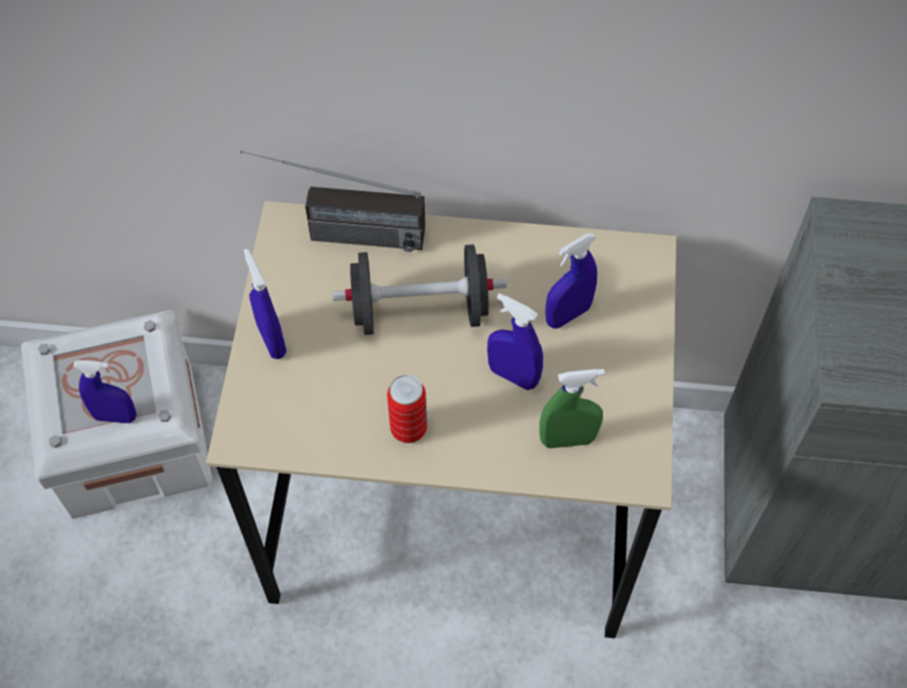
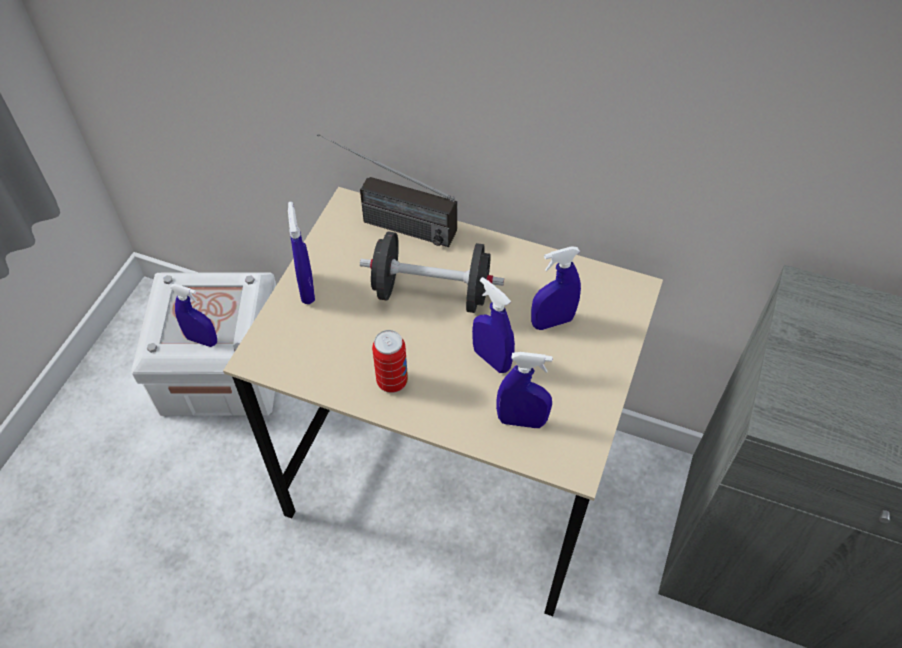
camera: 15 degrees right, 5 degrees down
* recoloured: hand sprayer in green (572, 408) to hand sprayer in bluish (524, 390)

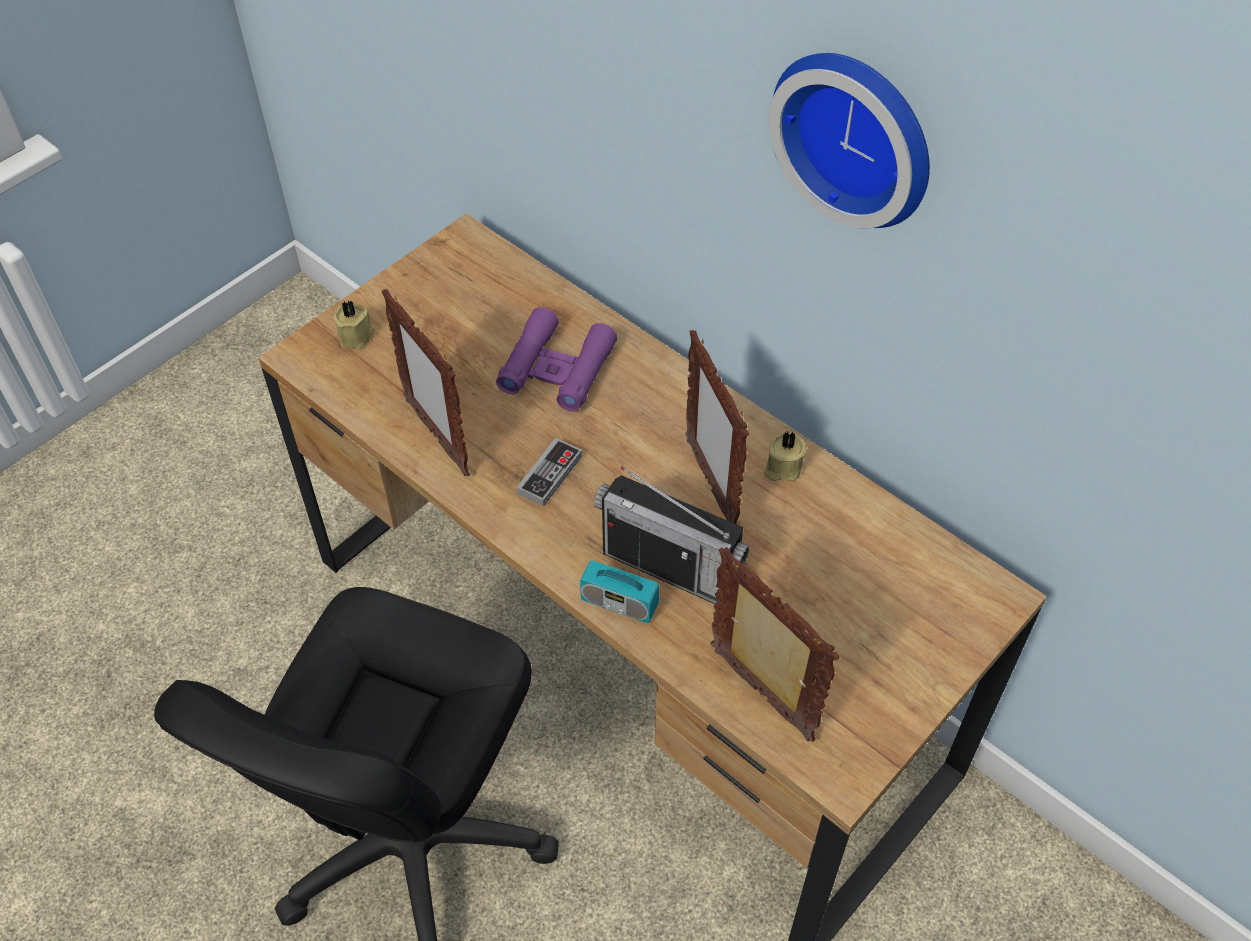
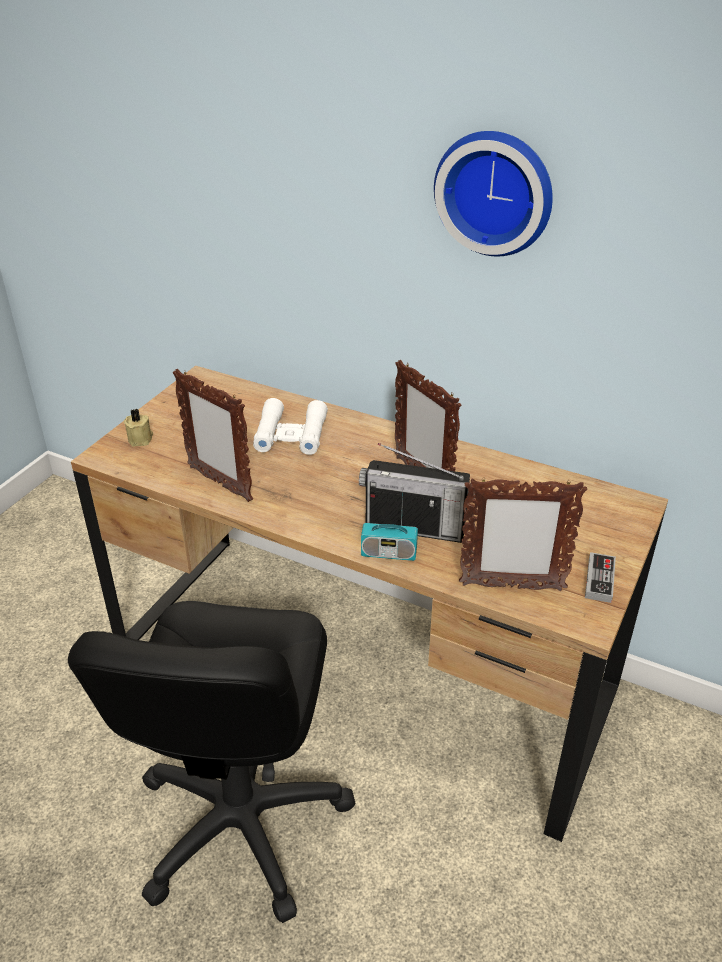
camera: 15 degrees left, 15 degrees down
* recoloured: binoculars in purple-coloured (556, 359) to binoculars in white (290, 426)
* removed: candle in sand-coloured (785, 456)
* moved: joypad (549, 472) to (600, 577)
* turned: standing frame (775, 644) = (523, 534) 150 degrees clockwise

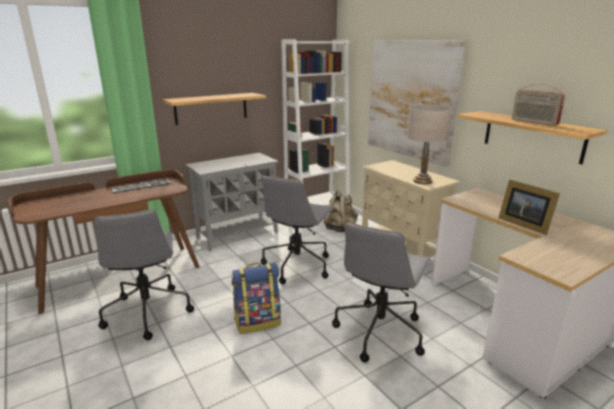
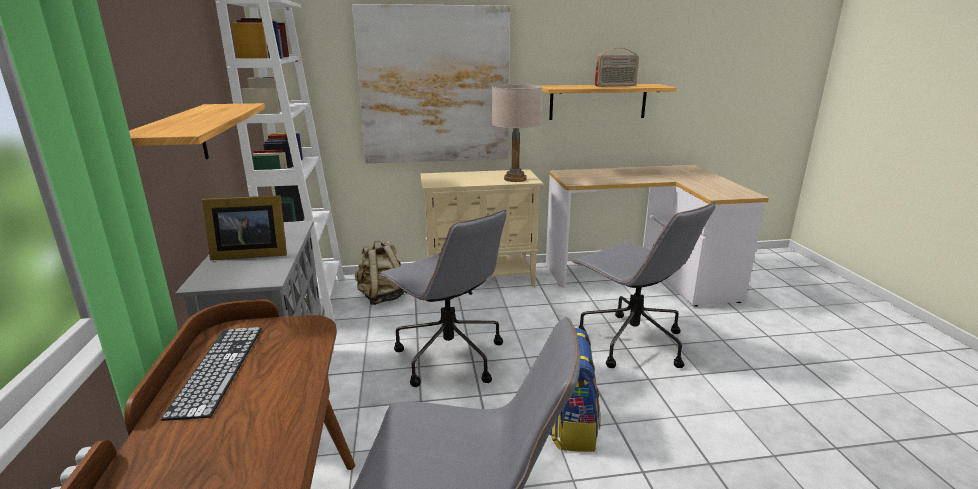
camera: 65 degrees left, 0 degrees up
* moved: standing frame (529, 207) to (244, 227)

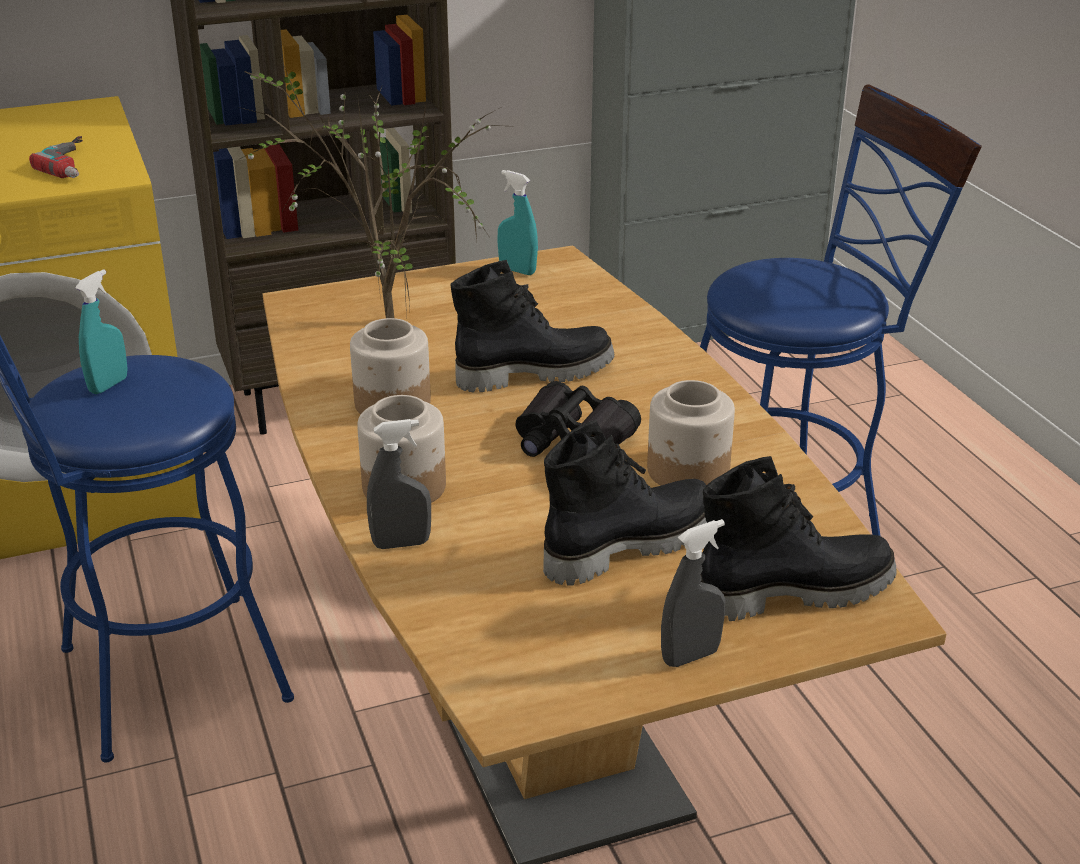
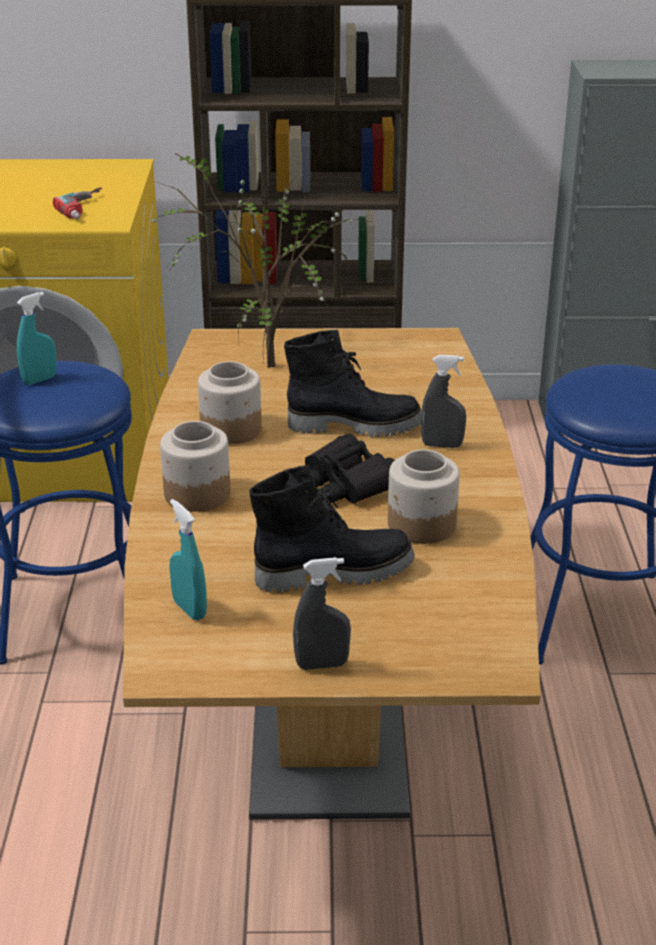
camera: 20 degrees right, 0 degrees up
* moved: hand sprayer in turquoise (518, 222) to (188, 559)
* moved: hand sprayer in grey (399, 484) to (443, 401)
* removed: tall boot in blackish (799, 538)

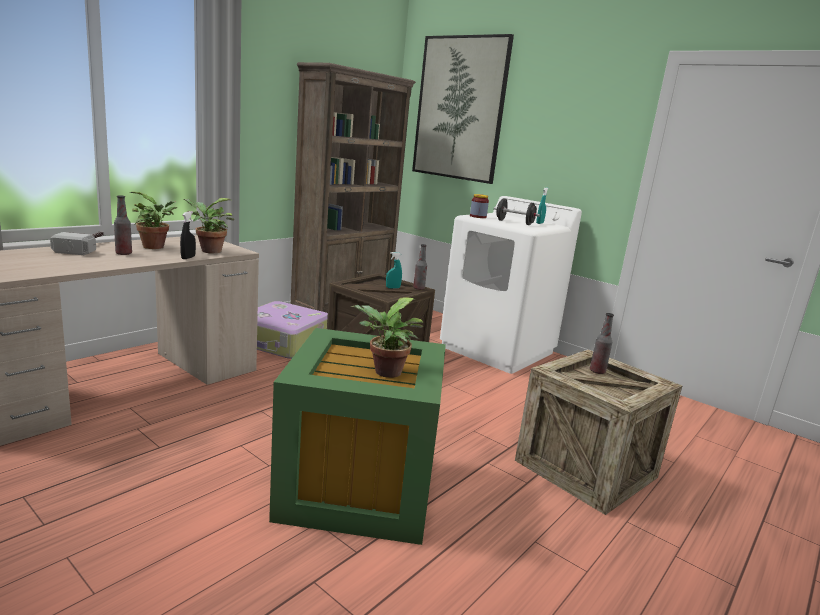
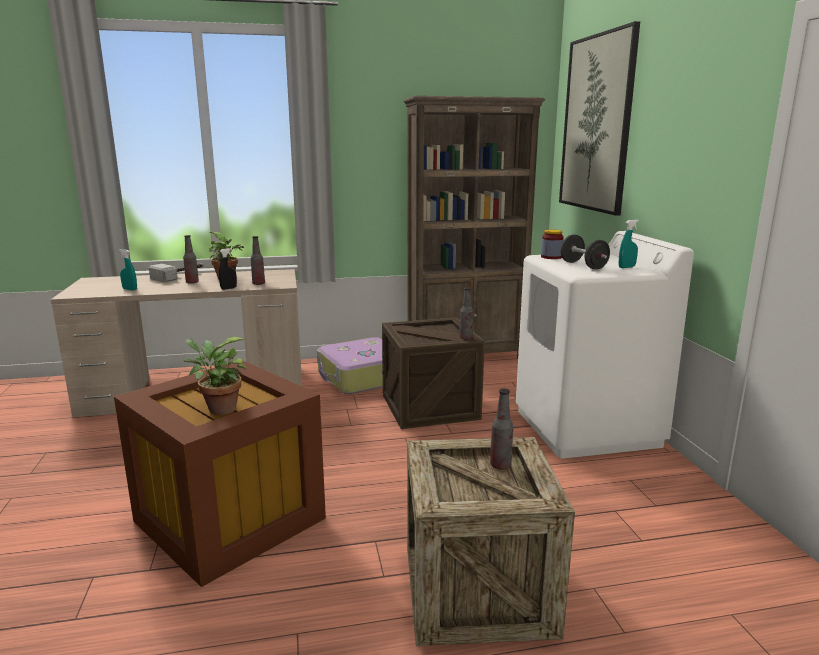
camera: 40 degrees right, 0 degrees up
* replaced: houseplant (209, 225) to beverage bottle (258, 260)
* moved: hand sprayer in turquoise (394, 270) to (128, 270)
* recoloured: storage container in green (357, 436) to storage container in brown-coloured (220, 474)

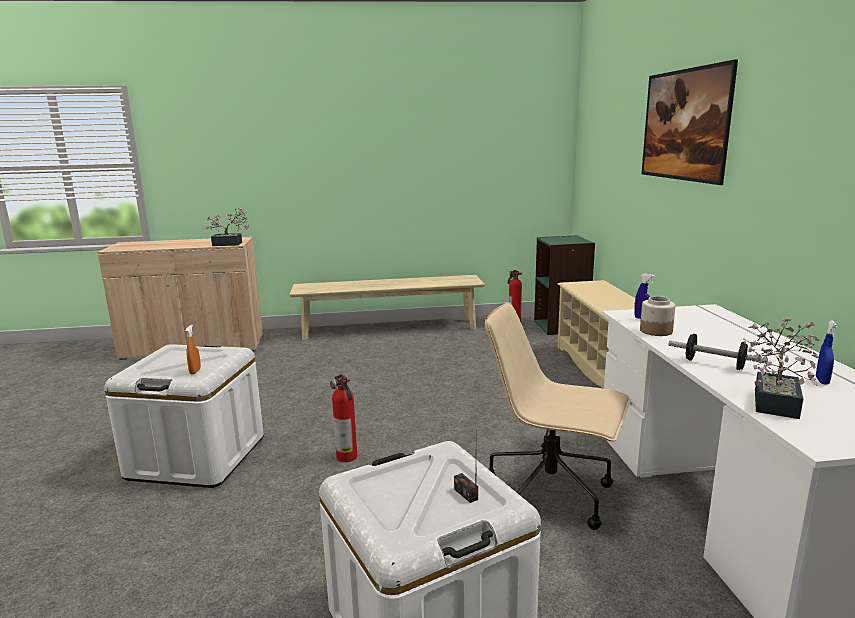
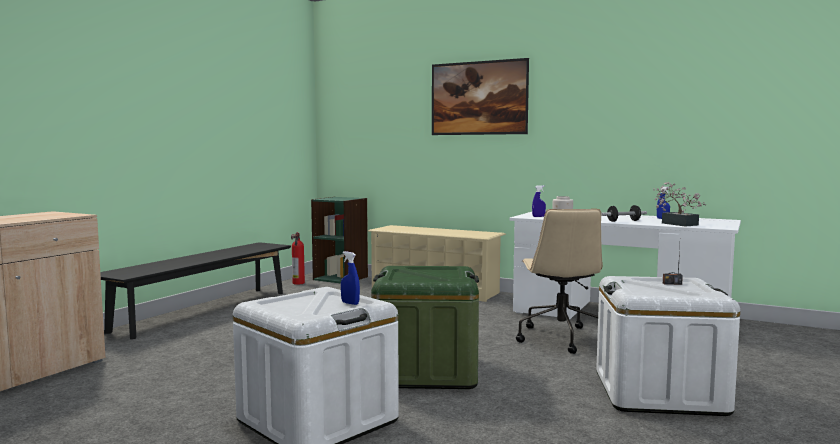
camera: 55 degrees left, 10 degrees down
* removed: houseplant (226, 227)
* recoloured: indoor bench in sand-coloured (387, 307) to indoor bench in blackish (195, 290)
* turned: computer chair in sand-coloured (557, 416) = (559, 281) 60 degrees counterclockwise
* recoloured: hand sprayer in orangey (193, 349) to hand sprayer in bluish (350, 278)
* replaced: extinguisher (343, 418) to storage container in green (425, 327)

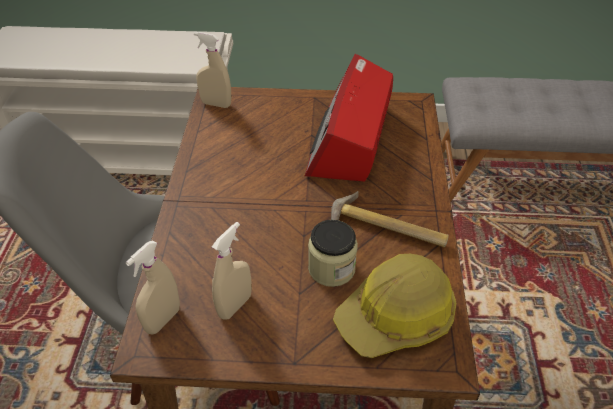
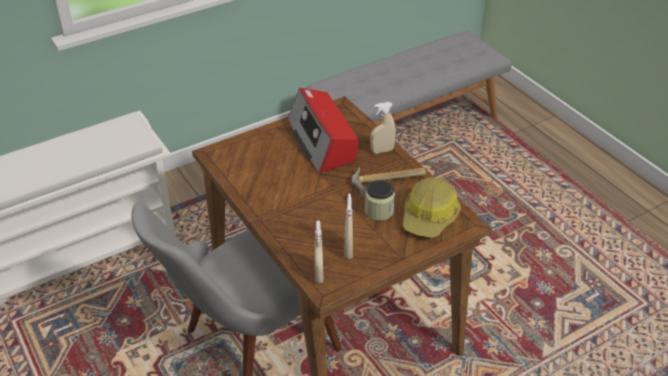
camera: 35 degrees left, 5 degrees down
* moved: hand sprayer in sand-coloured (212, 70) to (383, 128)

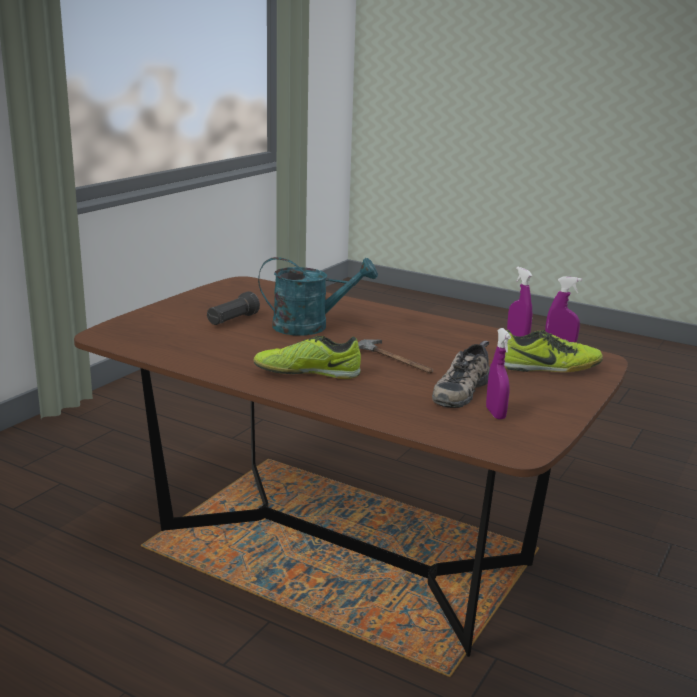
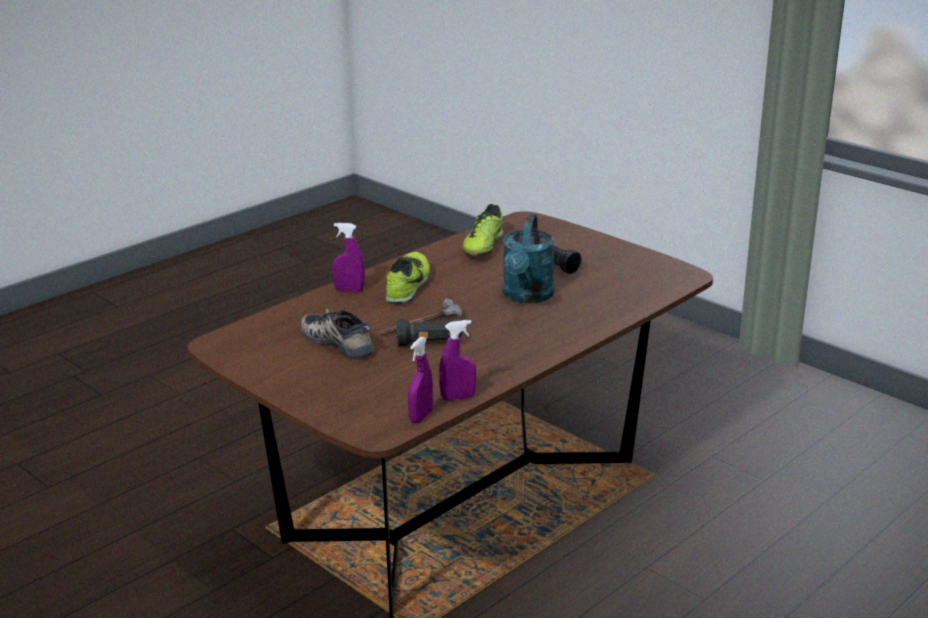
camera: 105 degrees right, 5 degrees up
* moved: hand sprayer in purple-coloured (498, 373) to (348, 257)
* moved: item of footwear (553, 351) to (482, 230)
* added: flashlight in blackish (429, 332)

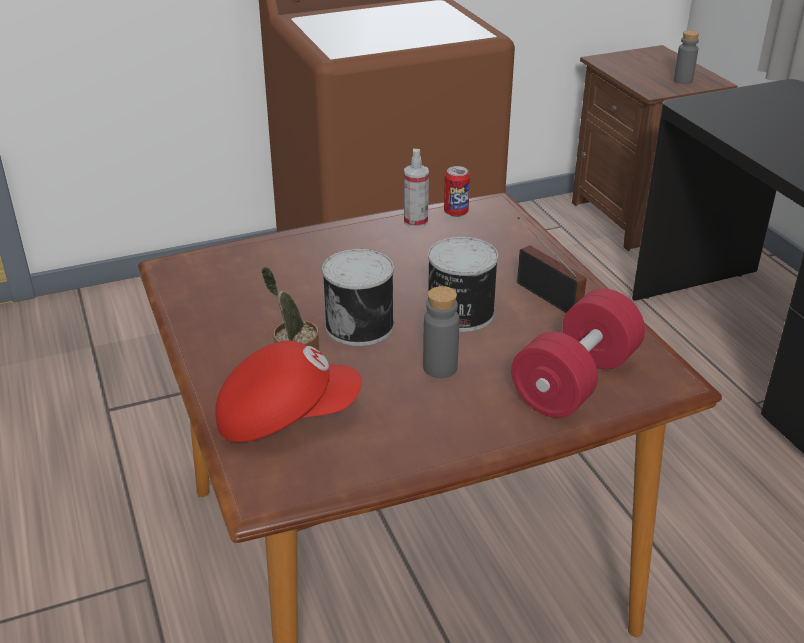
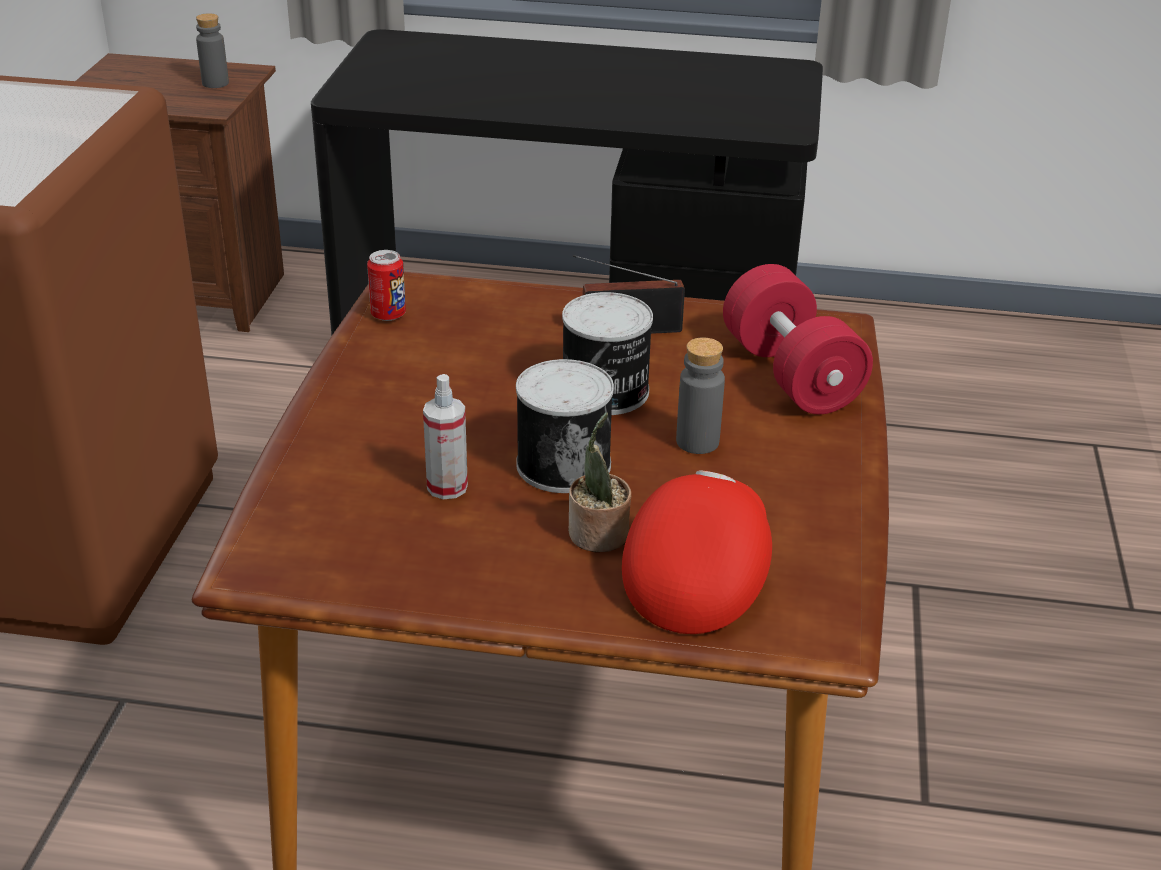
camera: 60 degrees left, 0 degrees up
* moved: hand sprayer (416, 188) to (445, 436)

